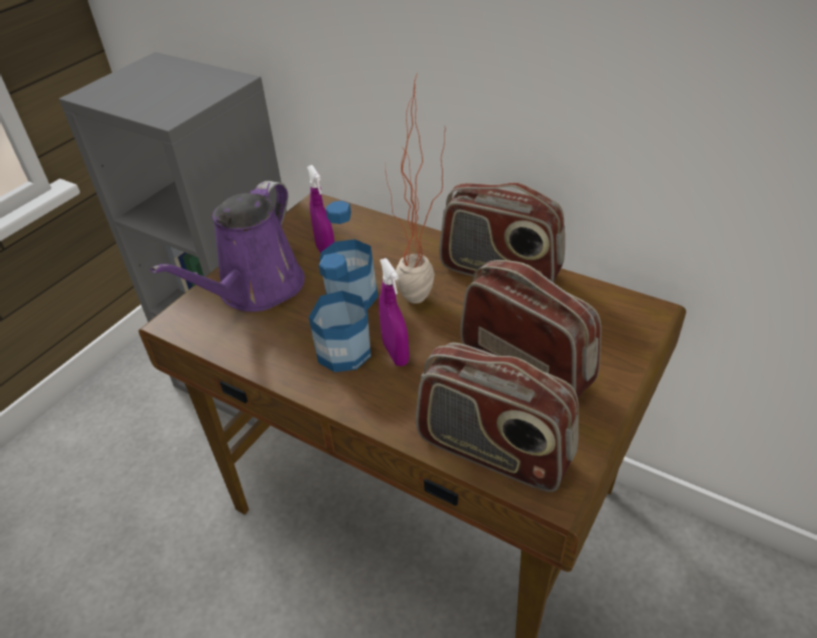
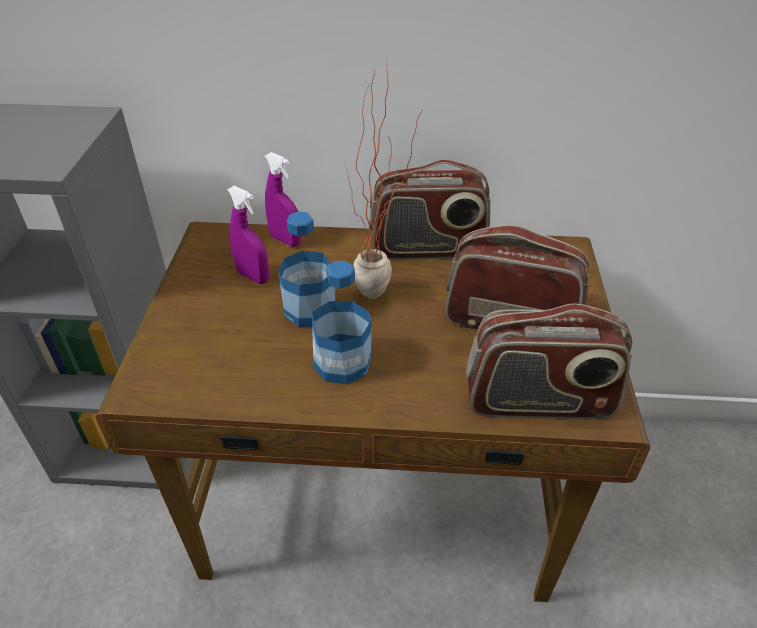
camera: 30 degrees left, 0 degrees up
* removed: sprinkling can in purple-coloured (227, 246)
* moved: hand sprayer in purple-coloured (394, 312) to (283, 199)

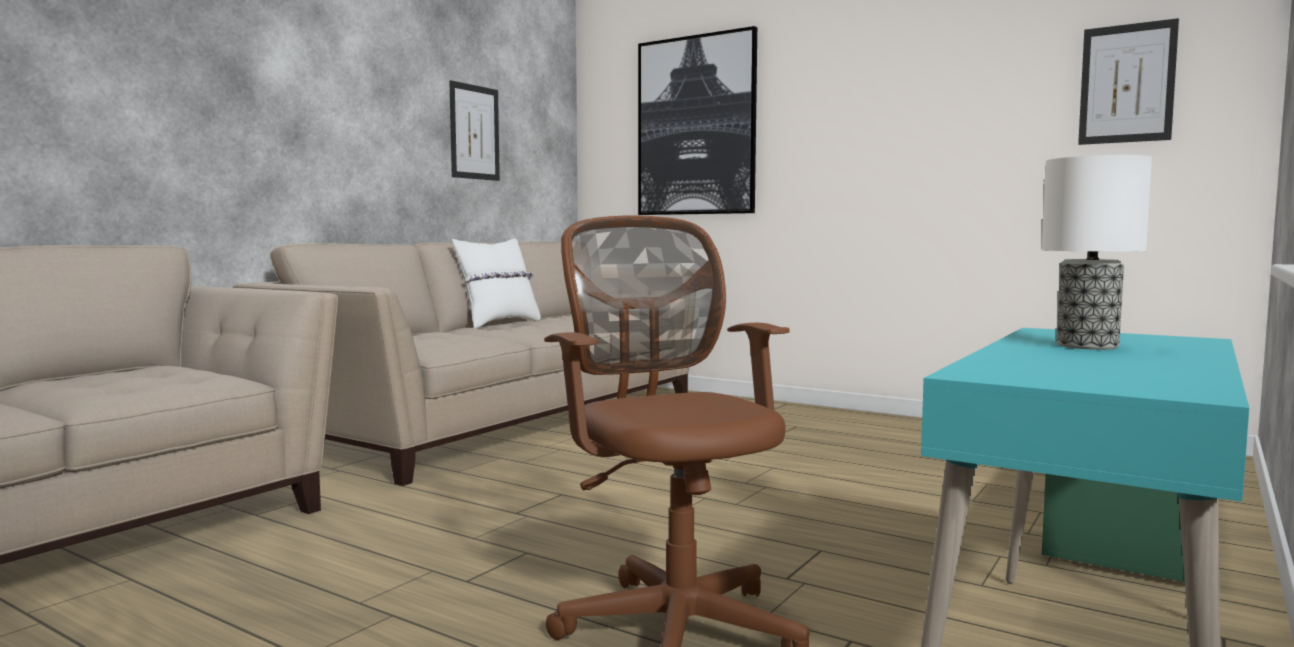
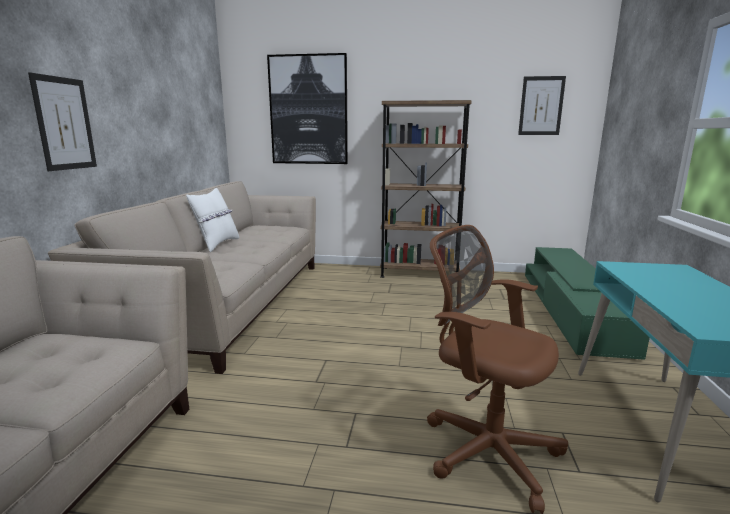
camera: 25 degrees left, 10 degrees up
* moved: picture (474, 130) to (62, 121)
* removed: tabletop lamp (1096, 252)
* added: bookcase in brown-coloured (426, 189)

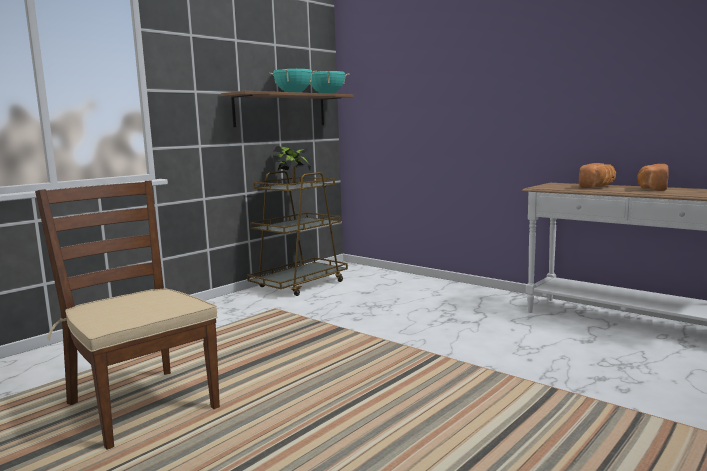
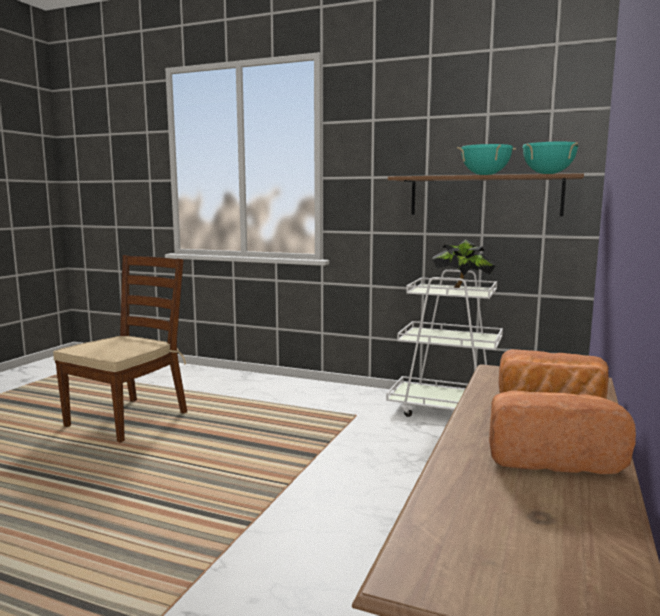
camera: 70 degrees right, 0 degrees up
* recoloured: trolley in brown-coloured (297, 233) to trolley in white (444, 343)

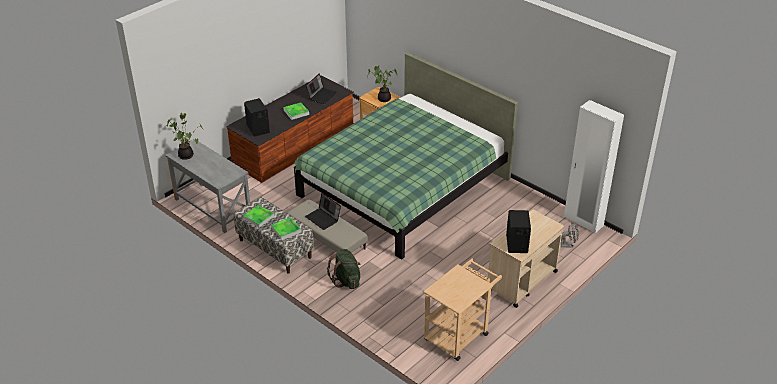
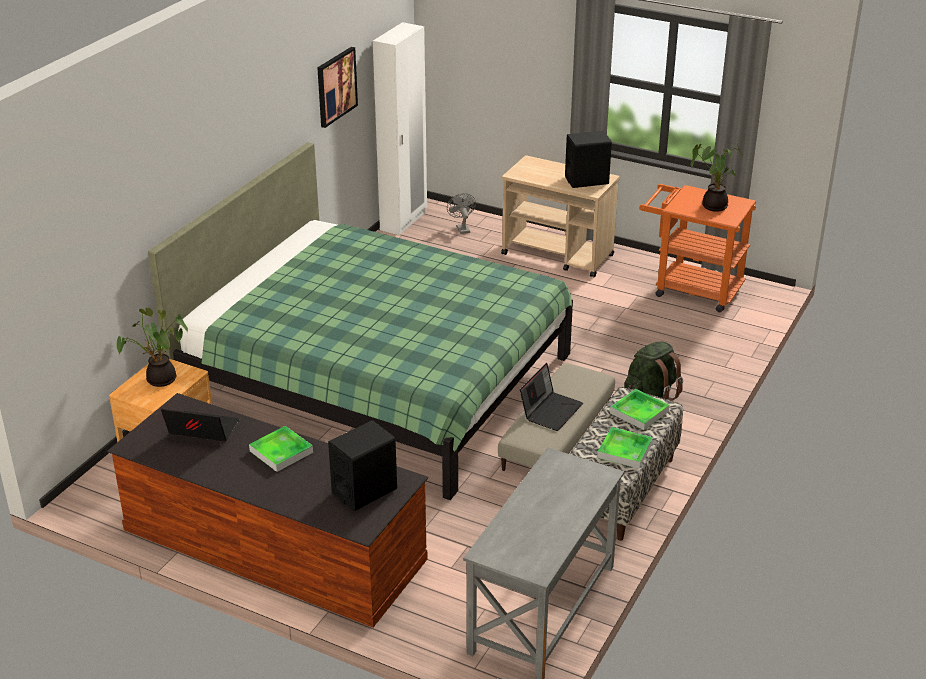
camera: 105 degrees left, 5 degrees down
* moved: houseplant (185, 136) to (717, 178)
* recoloured: trolley in sand-coloured (462, 310) to trolley in orangey (697, 248)
* added: picture (337, 87)

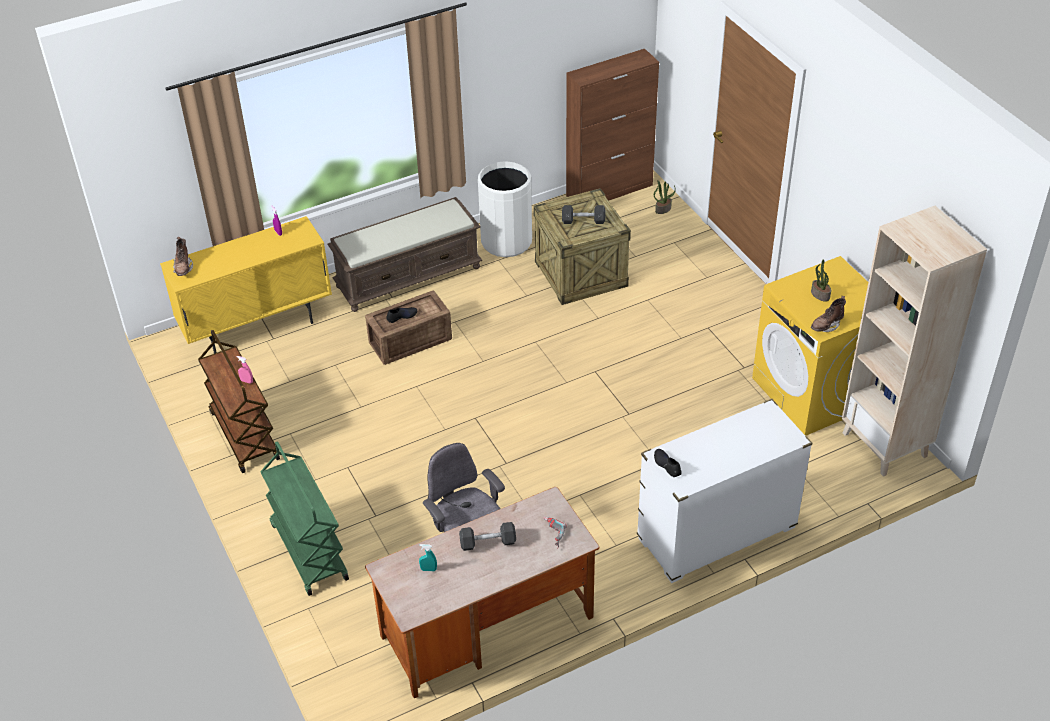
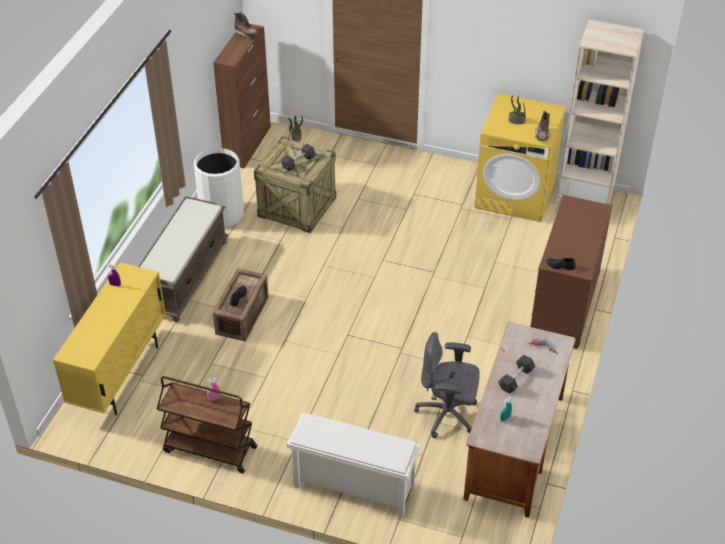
camera: 45 degrees left, 0 degrees up
* moved: tall boot in brown-coloured (183, 256) to (246, 25)
* recoloured: dresser in white (724, 491) to dresser in brown-coloured (572, 272)
* replaced: trolley in green (304, 518) to shoe shelf in white (354, 465)

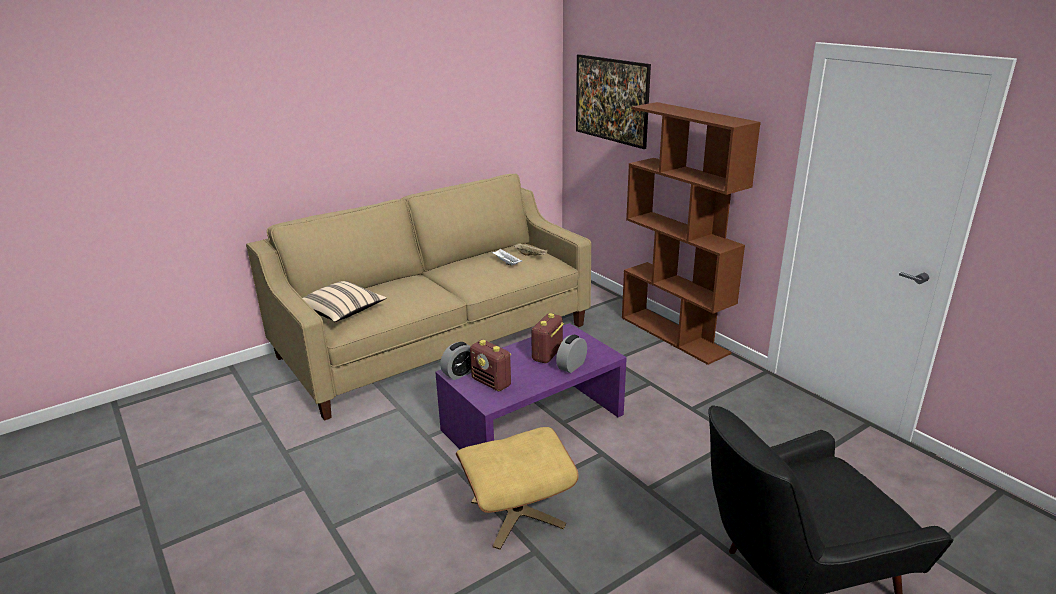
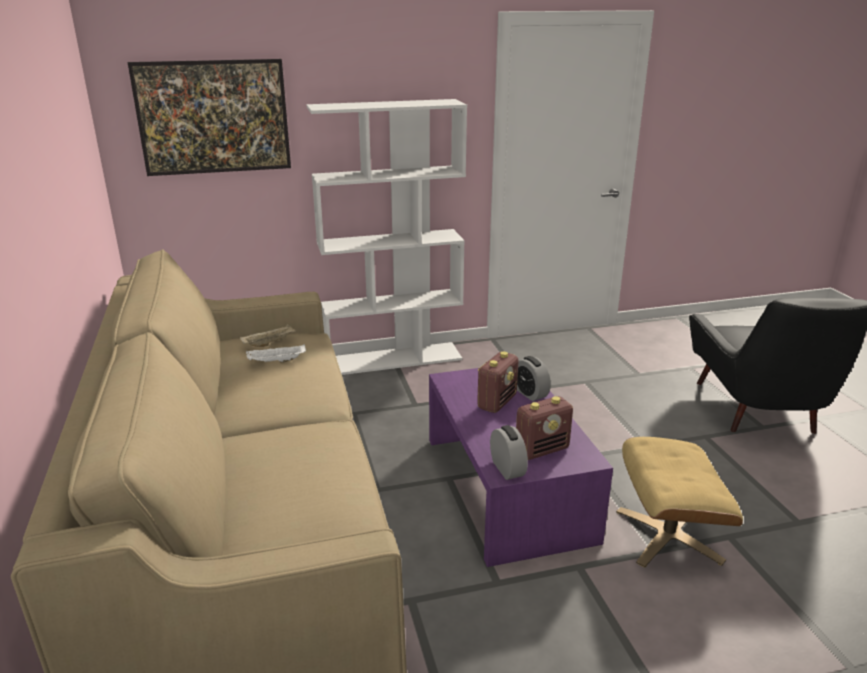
camera: 70 degrees left, 0 degrees up
* recoloured: bookcase in brown-coloured (691, 233) to bookcase in white (386, 237)
* removed: throw pillow in sand-coloured (345, 301)
* turned: radio receiver (547, 338) = (498, 382) 105 degrees counterclockwise

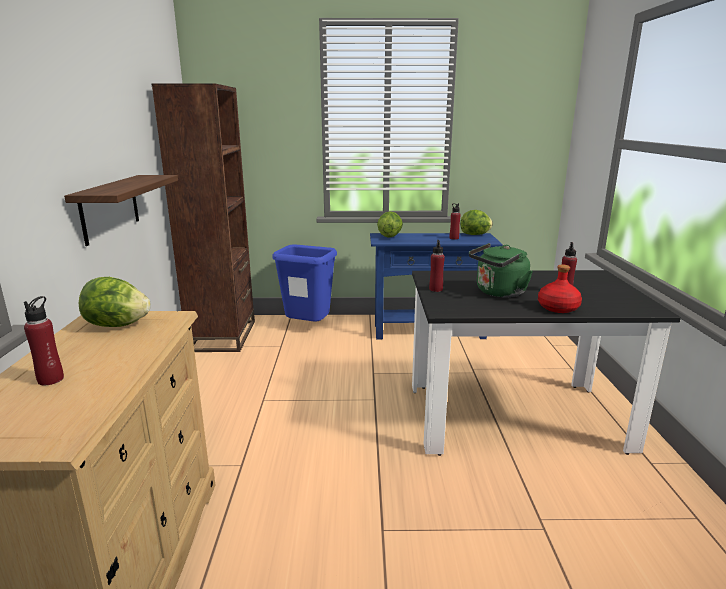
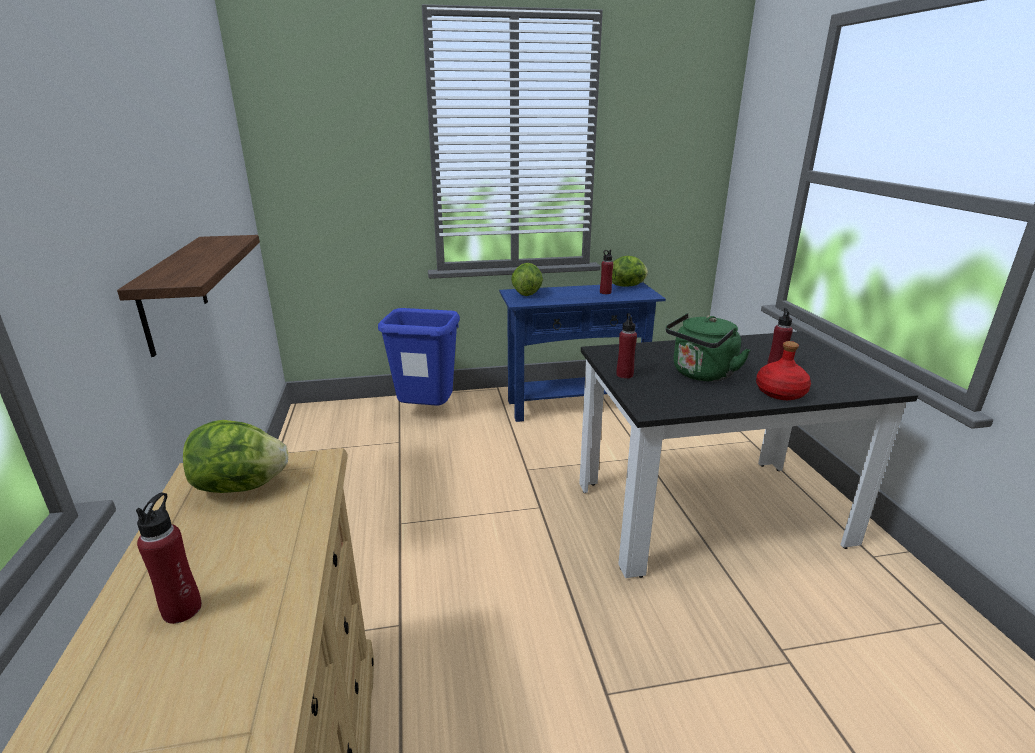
camera: 10 degrees left, 5 degrees up
* removed: bookcase in brown-coloured (203, 217)

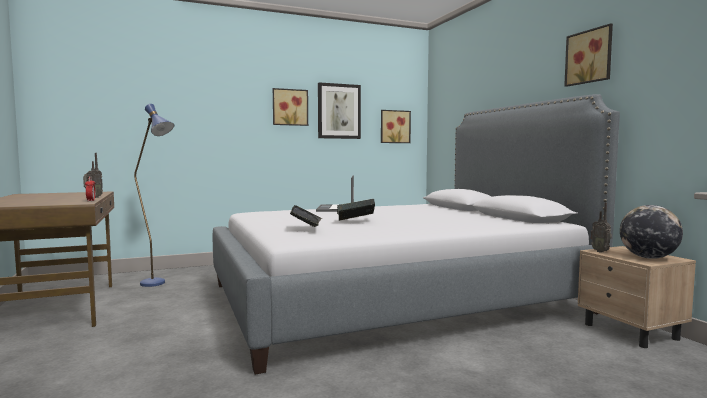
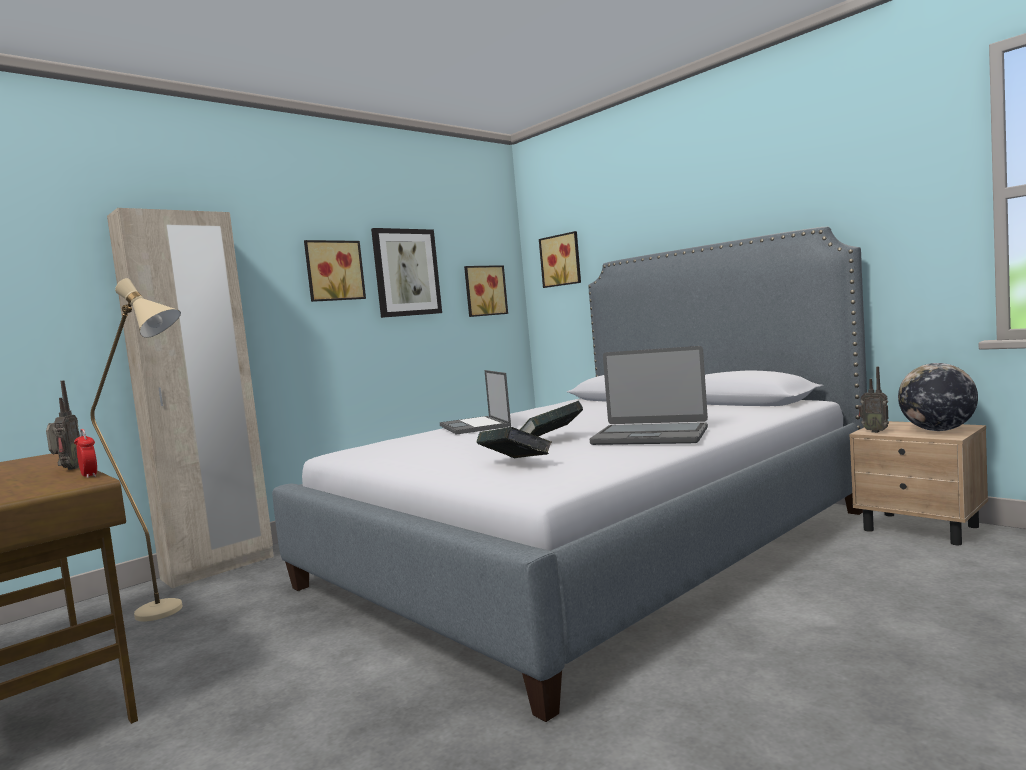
camera: 20 degrees left, 0 degrees up
* moved: picture (588, 55) to (560, 259)
* recoloured: standard lamp in bluish (154, 195) to standard lamp in sand-coloured (136, 450)
* added: wardrobe in sand-coloured (190, 398)
* added: laptop (649, 395)

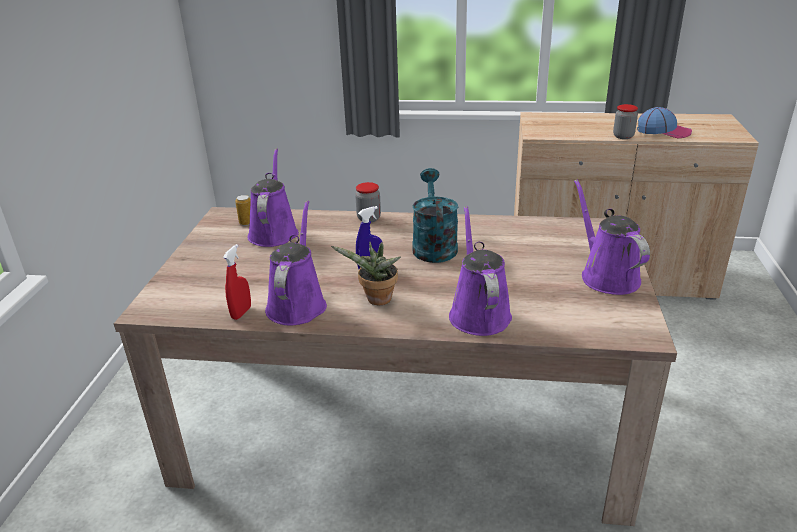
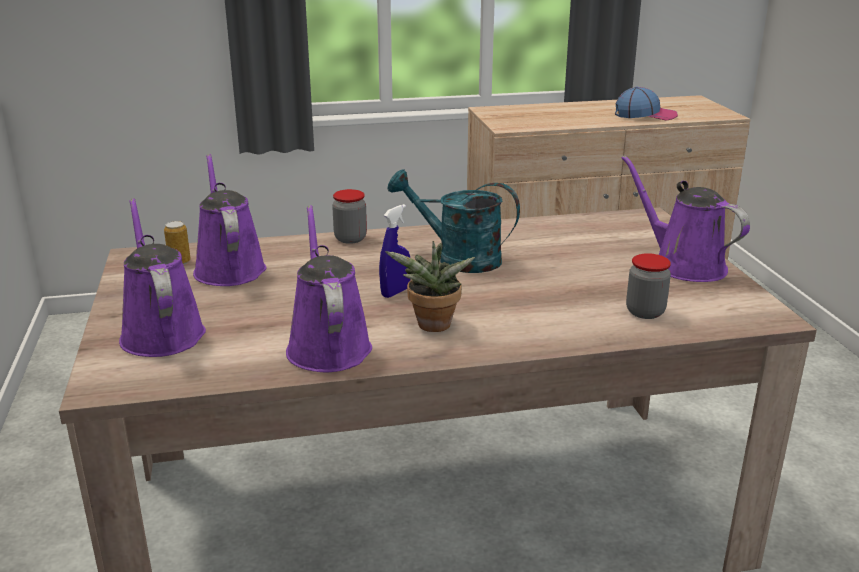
camera: 20 degrees left, 5 degrees down
* moved: jar (625, 121) to (648, 286)
* turned: sprinkling can in turquoise (435, 215) = (453, 221) 45 degrees counterclockwise
* moved: sprinkling can in purple-coloured (480, 271) to (162, 277)
* removed: hand sprayer in red (237, 282)

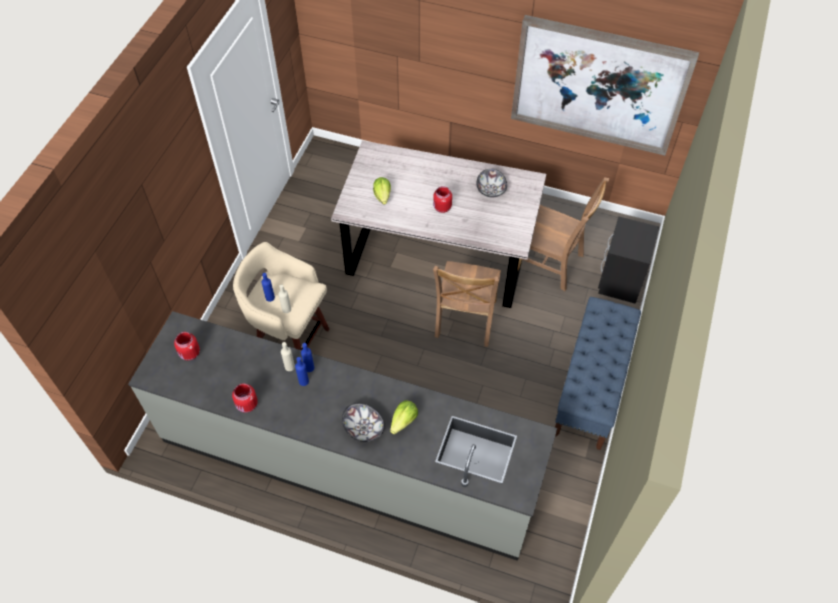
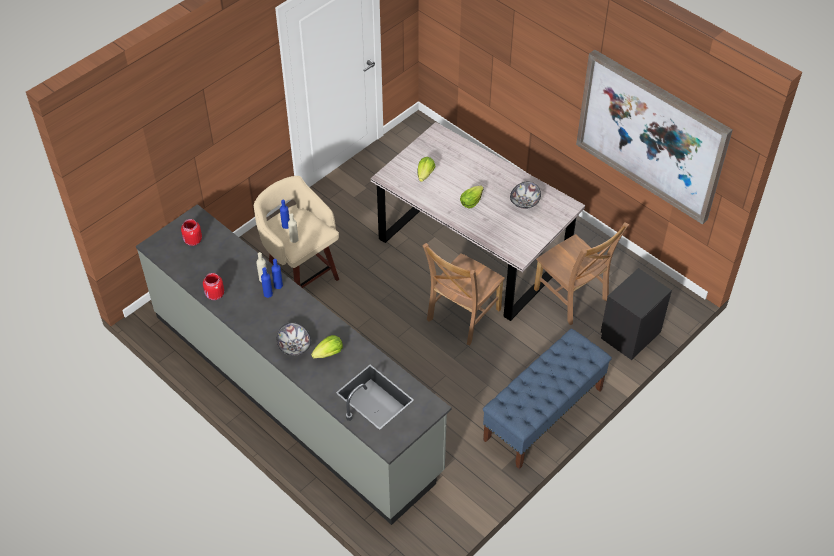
camera: 25 degrees right, 5 degrees down
* replaced: jar in red (442, 199) to head of lettuce (472, 197)

